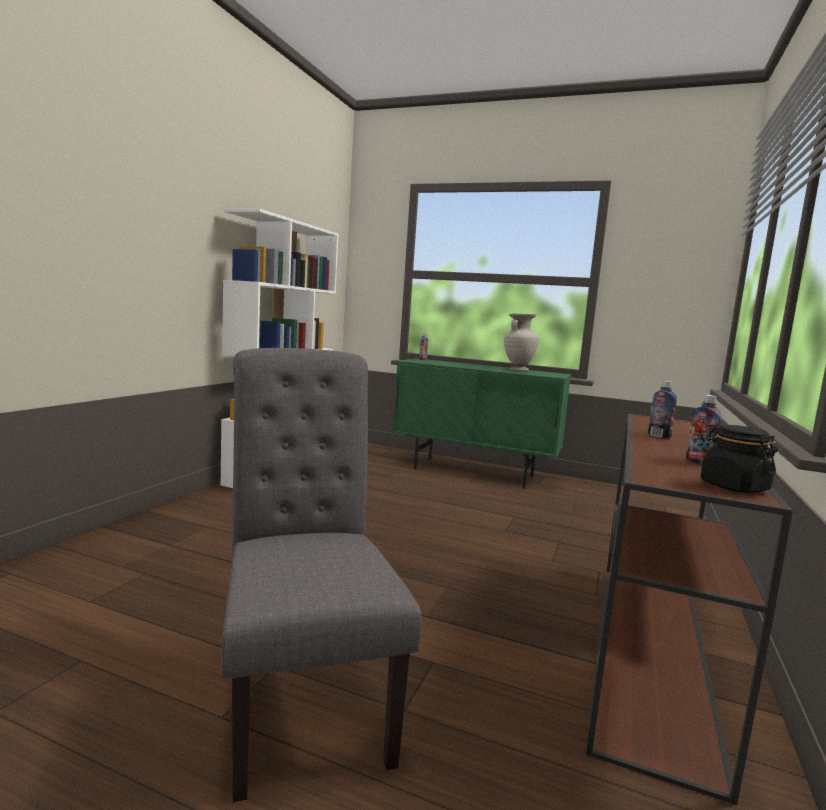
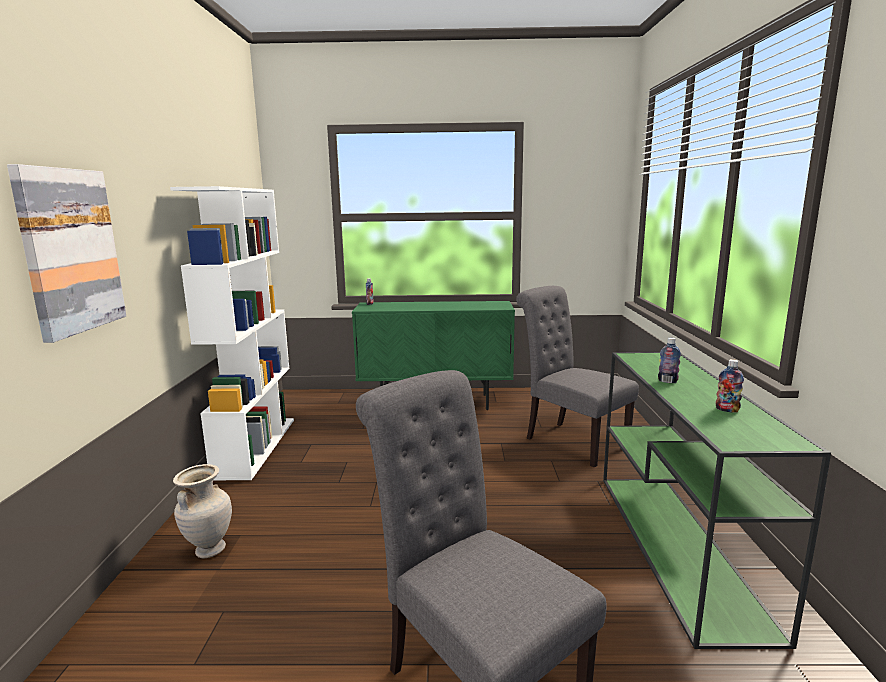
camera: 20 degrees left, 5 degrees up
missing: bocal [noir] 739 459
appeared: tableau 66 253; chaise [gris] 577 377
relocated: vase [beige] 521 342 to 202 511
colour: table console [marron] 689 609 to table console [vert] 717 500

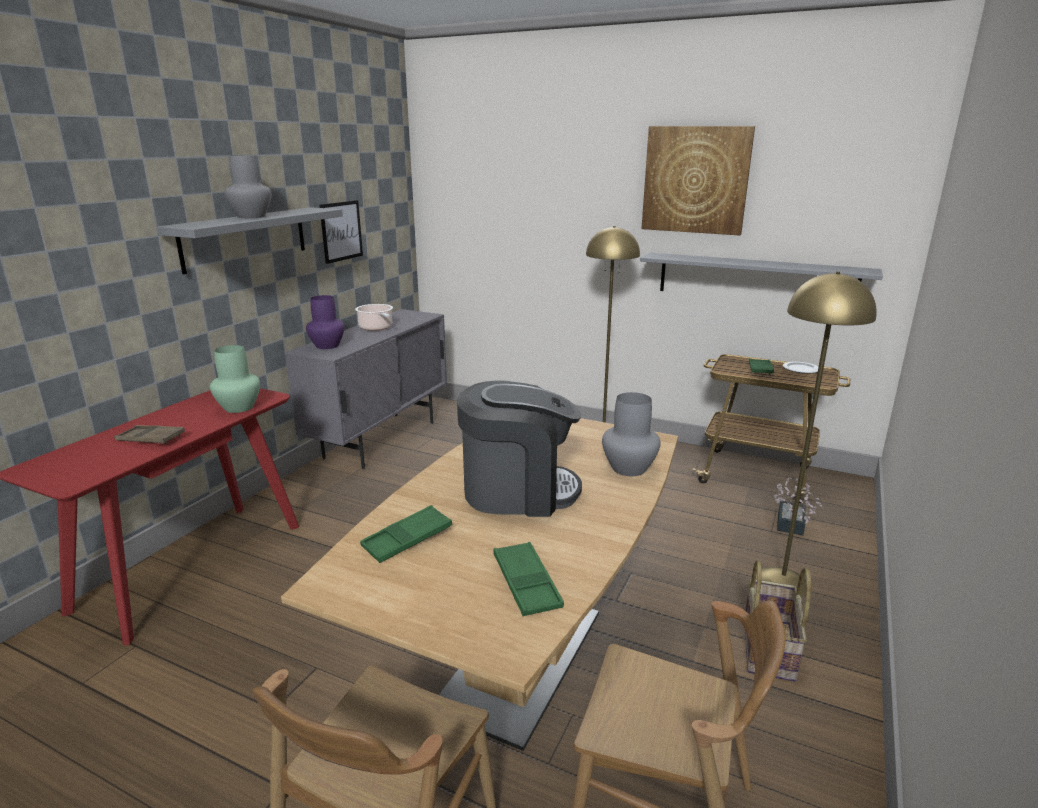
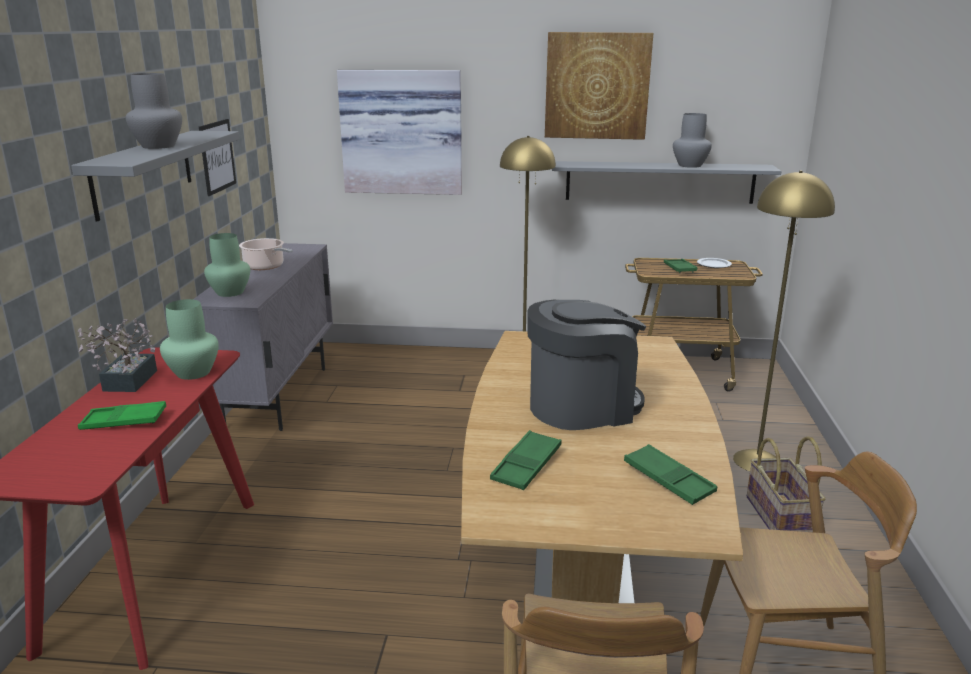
camera: 20 degrees left, 0 degrees up
appeared: tableau 399 132
relocated: vase [gris] 631 434 to 692 140; plante en pot 798 507 to 117 355
colour: plateau [marron] 149 434 to plateau [vert] 122 415; vase [violet] 325 322 to vase [vert] 227 265

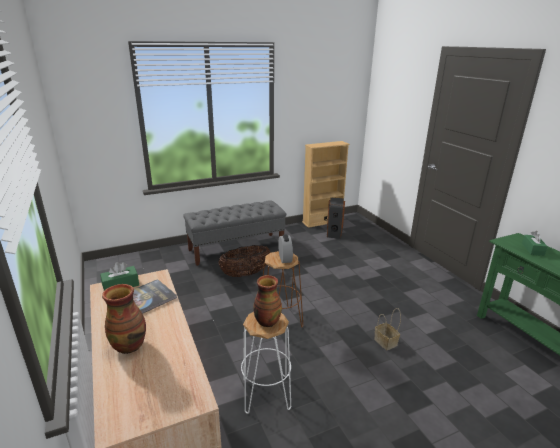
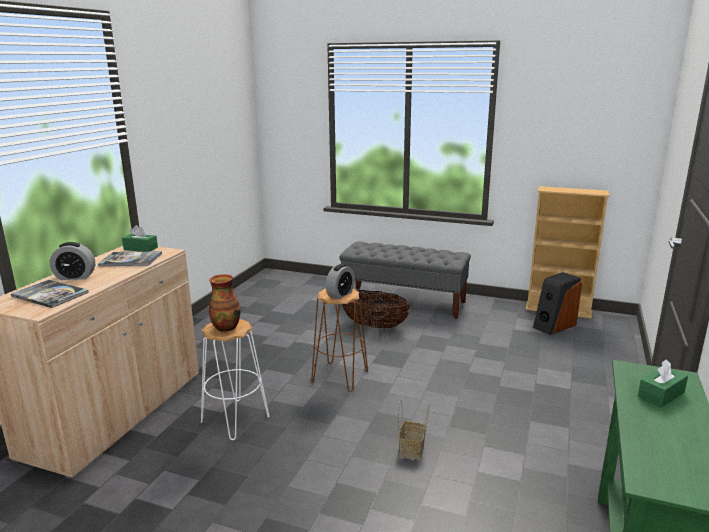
camera: 45 degrees right, 5 degrees down
appeared: livre 50 294
exchanged: vase 124 319 to réveil 72 261

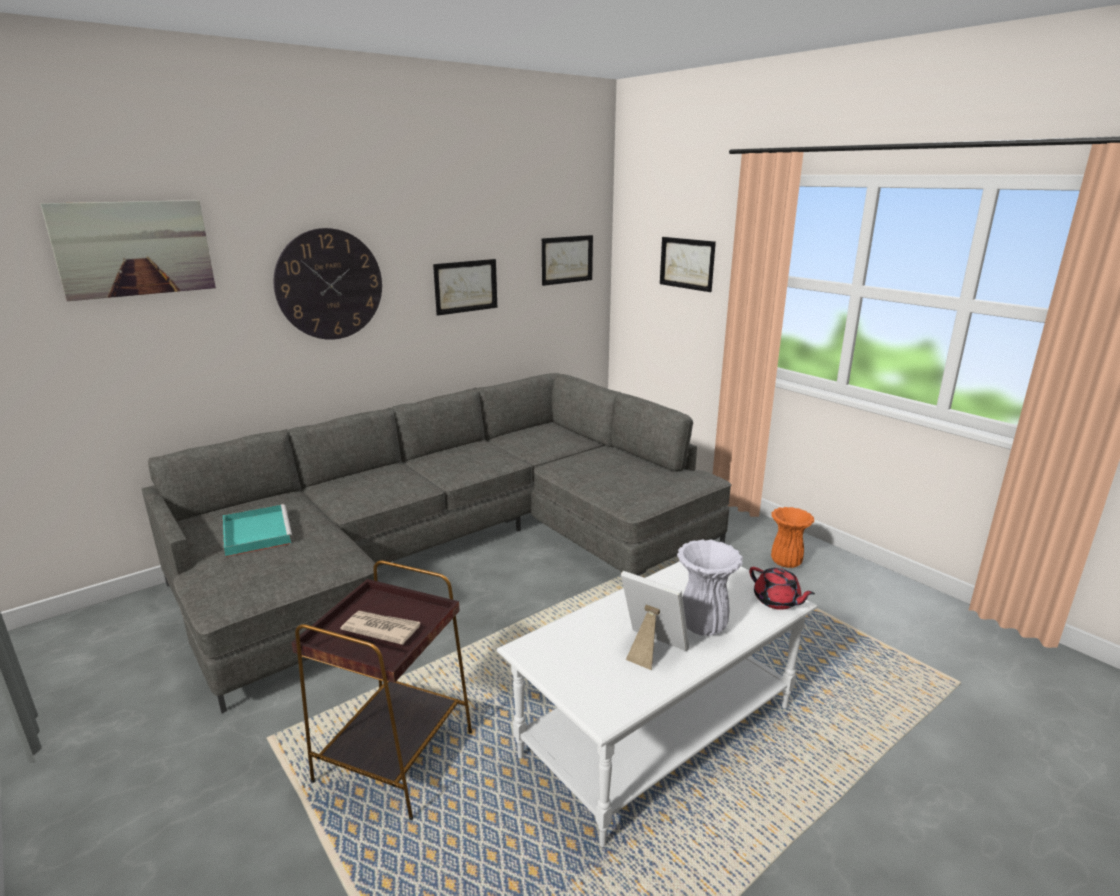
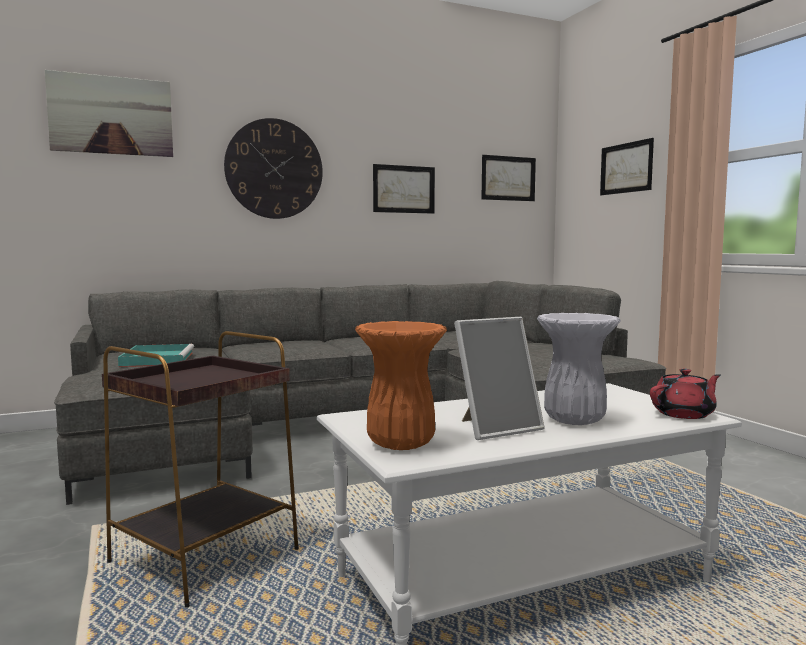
camera: 15 degrees right, 15 degrees down
missing: journal 380 628
relocated: vase [orange] 792 537 to 401 385
spun: cadre photo 655 620 = 499 378 105 degrees clockwise; théière [rouge] 782 588 = 685 394 90 degrees counterclockwise

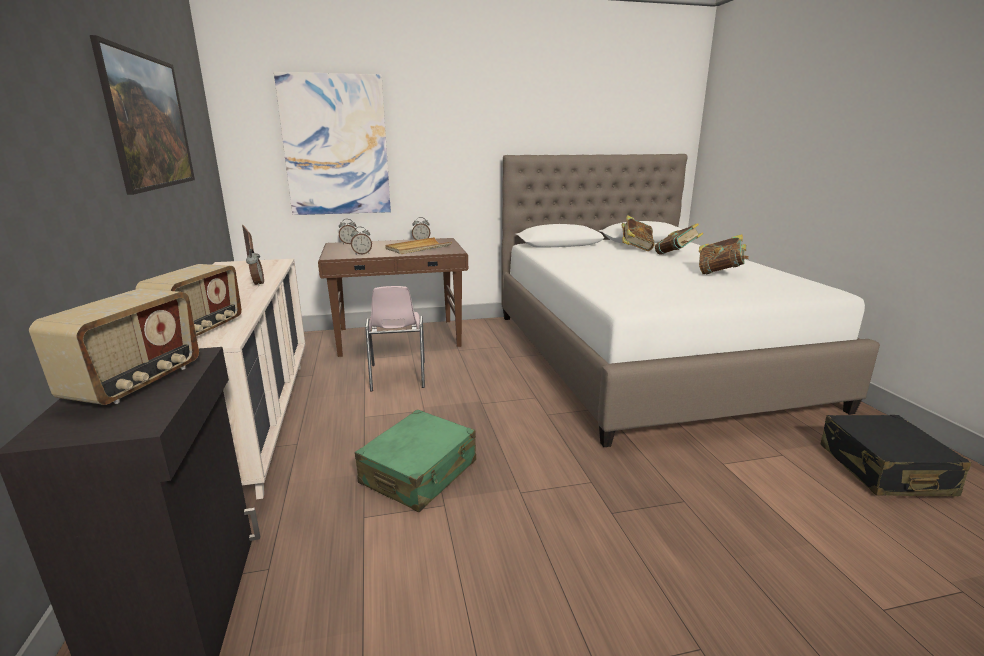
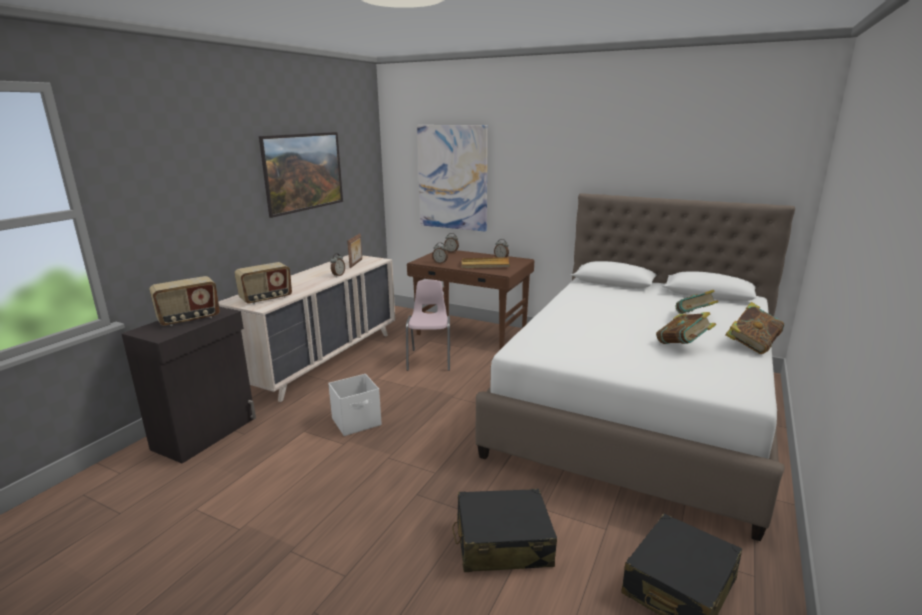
camera: 40 degrees right, 0 degrees up
appeared: valise [noir] 504 530
relocated: livre 637 233 to 754 328
exchanged: valise [vert] 415 461 to boîte de rangement [blanc] 355 405
spun: chaise [rose] 395 339 = 428 325 150 degrees clockwise

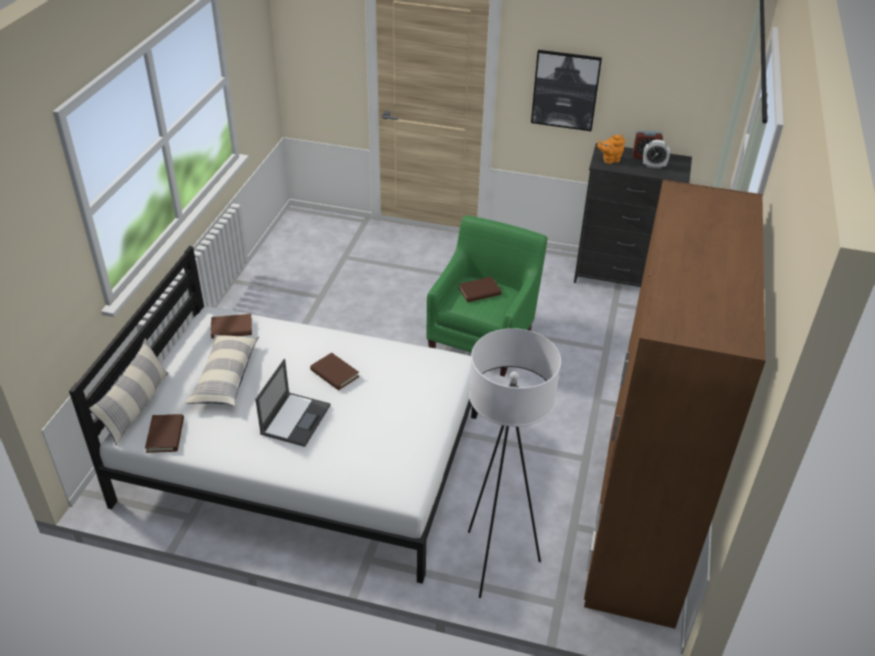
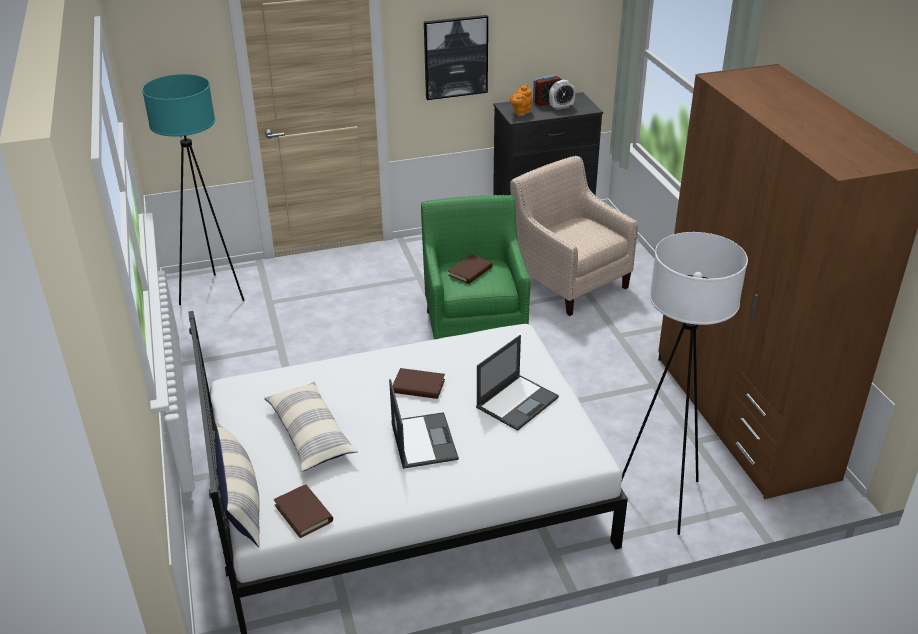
camera: 30 degrees left, 5 degrees down
missing: livre [marron] 231 326
appeared: lampadaire [turquoise] 193 189; ordinateur portable 517 383; fauteuil [beige] 574 236

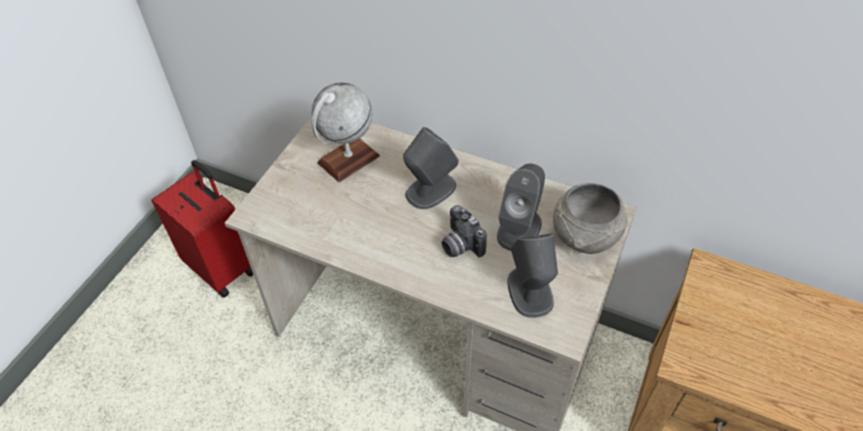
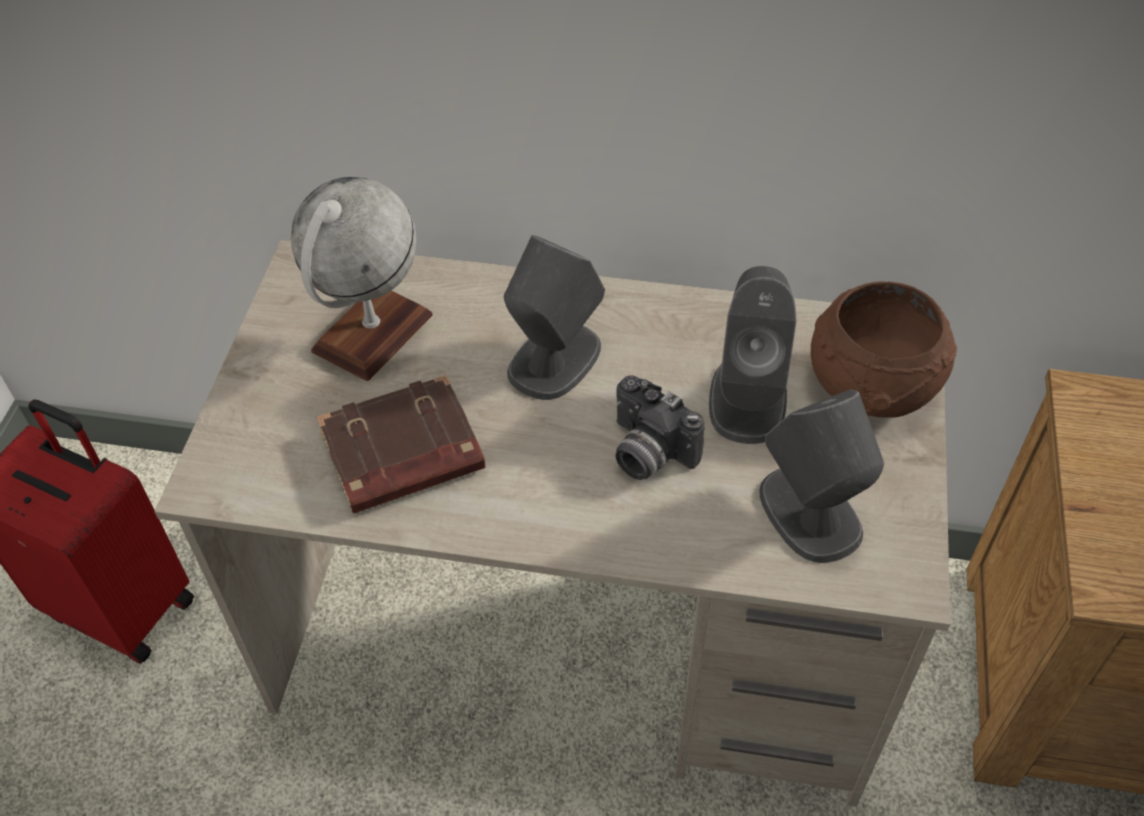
camera: 15 degrees left, 0 degrees up
appeared: livre [marron] 401 444
colour: bol [gris] 590 218 to bol [marron] 884 349

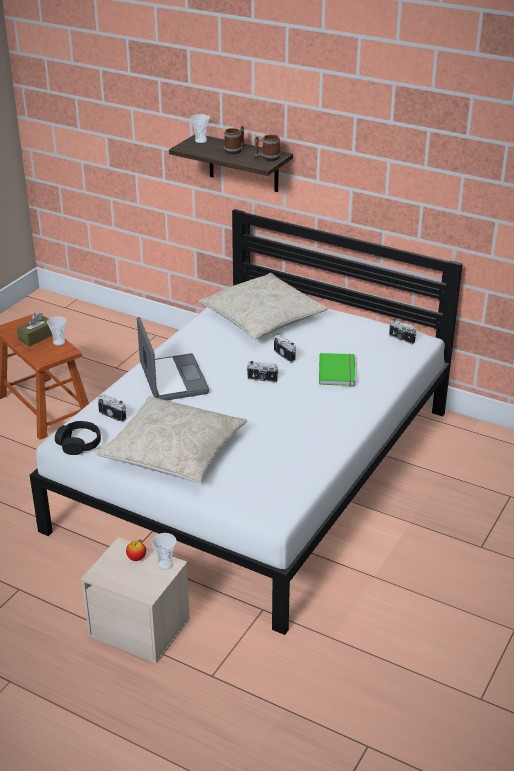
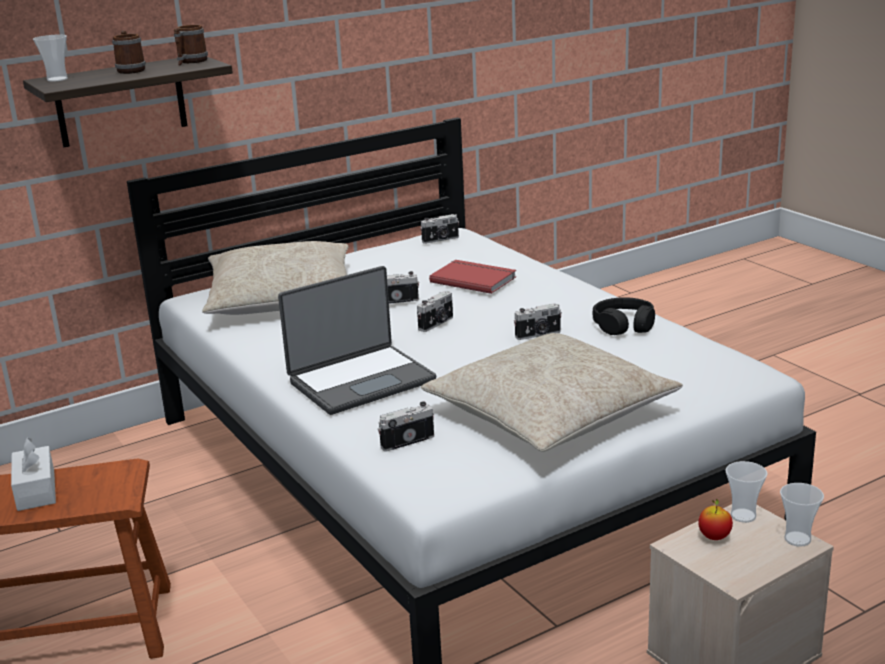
camera: 60 degrees left, 10 degrees down
appeared: appareil photo 538 321
relocated: tasse 57 330 to 802 515; casque audio [noir] 78 438 to 623 316
colour: boîte à mouchoirs [marron] 34 329 to boîte à mouchoirs [blanc] 33 474; livre [vert] 337 369 to livre [rouge] 472 277
spun: ordinateur portable 173 358 = 357 340 135 degrees clockwise

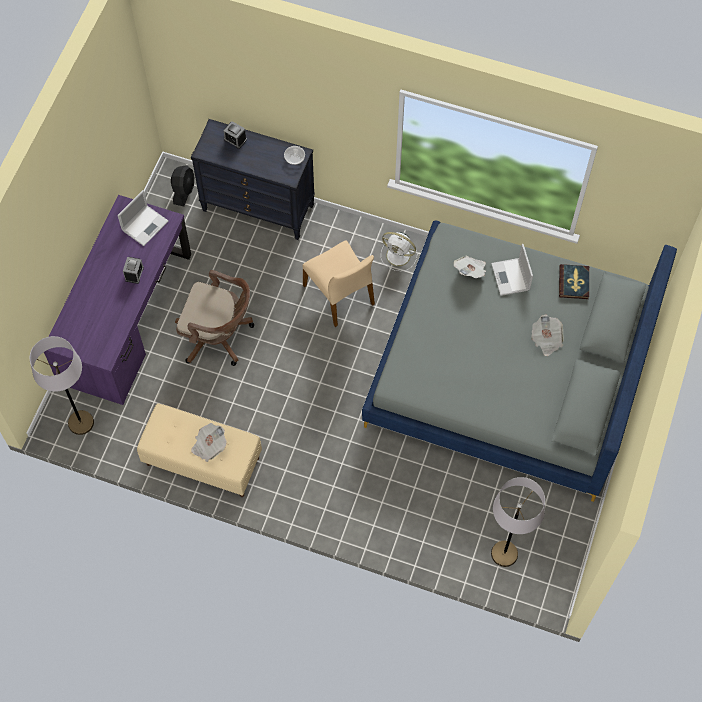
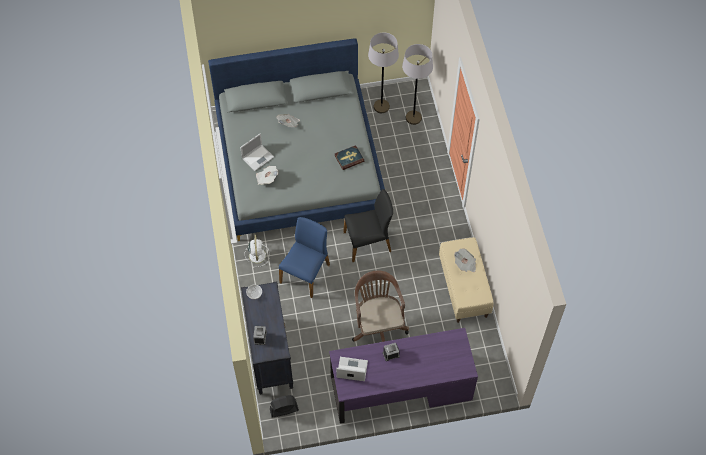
camera: 120 degrees left, 5 degrees down
appeared: chaise [noir] 368 225
relocated: lampadaire [gris] 62 385 to 383 72; livre 574 281 to 349 157
colour: chaise [beige] 339 283 to chaise [bleu] 304 257

